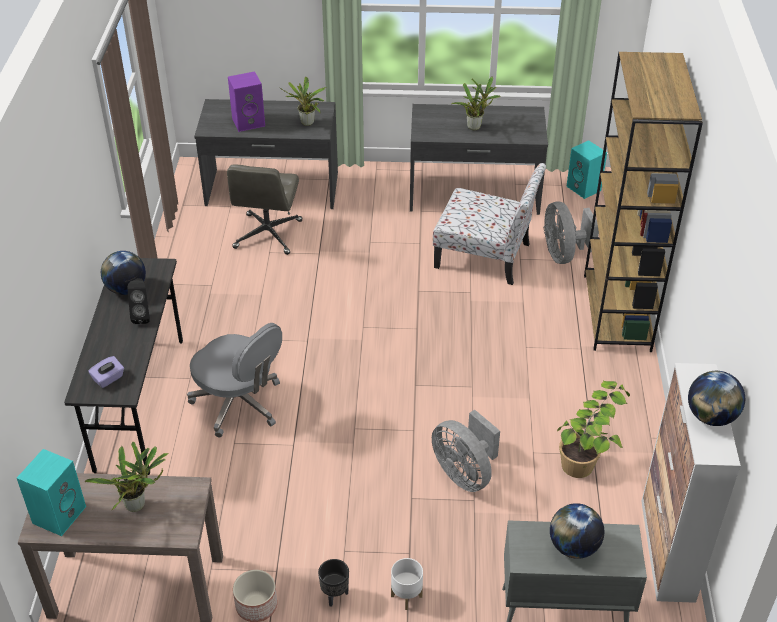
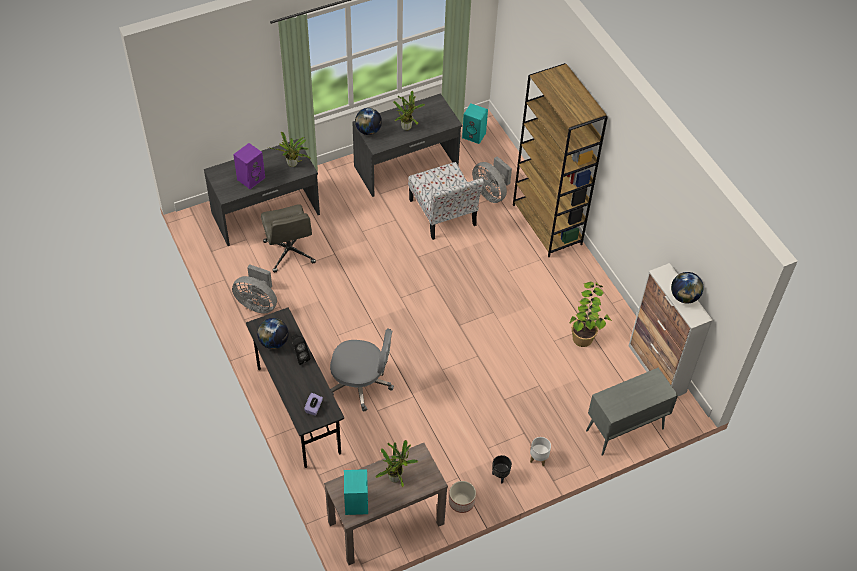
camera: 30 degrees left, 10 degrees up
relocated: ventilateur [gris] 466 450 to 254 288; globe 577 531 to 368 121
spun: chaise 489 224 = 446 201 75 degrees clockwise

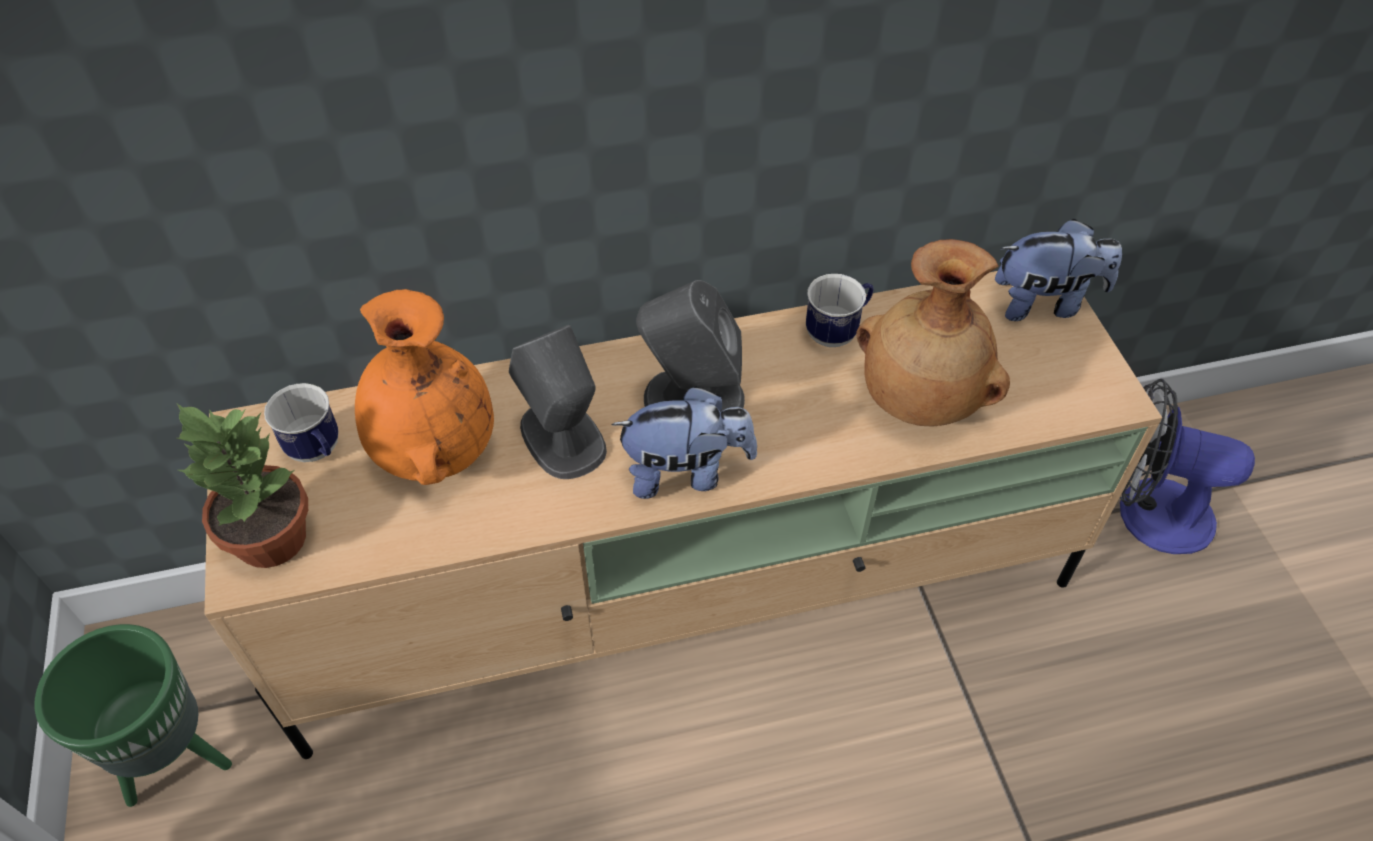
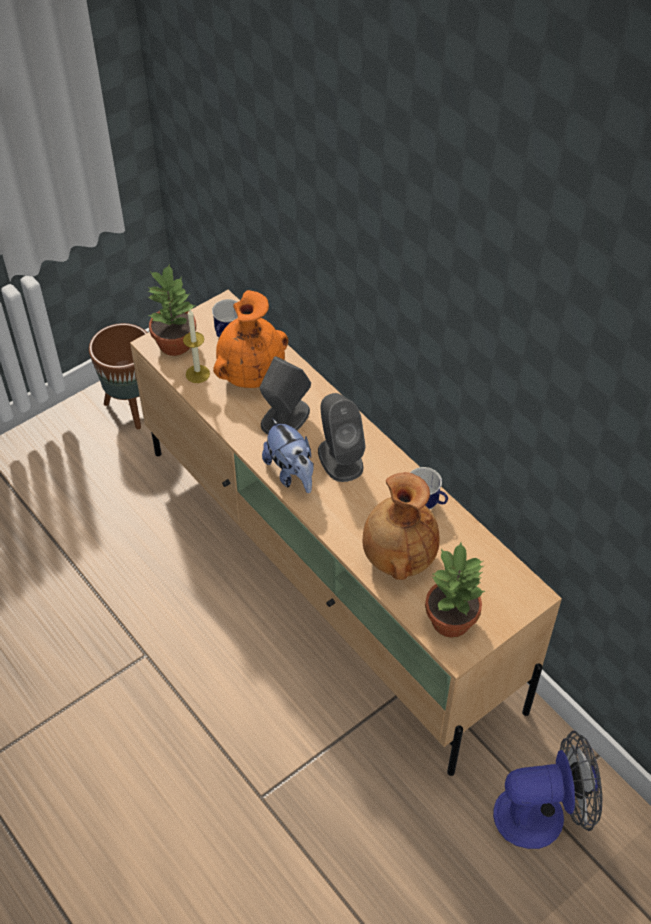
camera: 65 degrees right, 0 degrees up
missing: peluche 1058 269
appeared: bougie 196 346; plante en pot 455 590
colour: cache-pot [vert] 133 715 to cache-pot [marron] 118 376
spun: ventilateur 1187 466 = 547 790 90 degrees clockwise

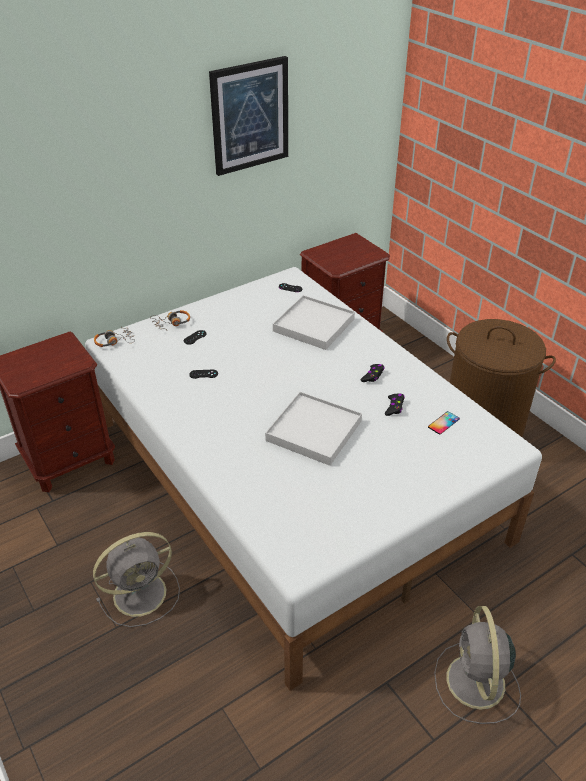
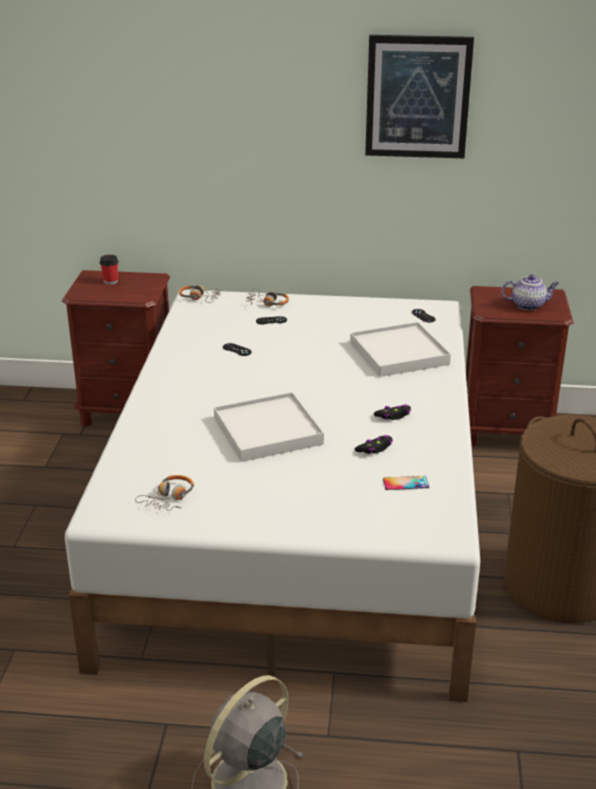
camera: 40 degrees right, 10 degrees down
missing: ventilateur [gris] 136 579
appeared: tasse 109 270; casque audio 164 493; théière 530 292

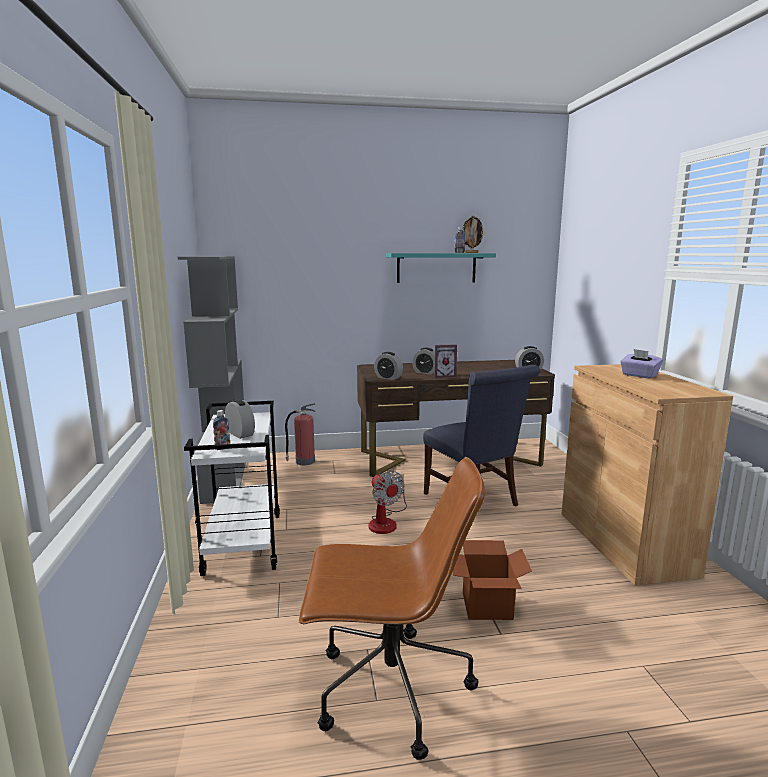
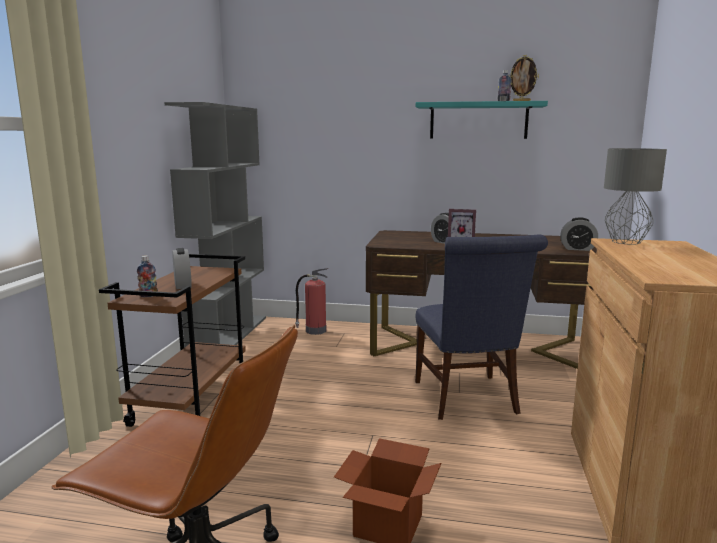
camera: 20 degrees right, 0 degrees up
missing: ventilateur 388 502; réveil 388 366; boîte à mouchoirs [violet] 641 363
appeared: lampe de table [gris] 635 196
colour: chariot [blanc] 232 488 to chariot [marron] 172 340

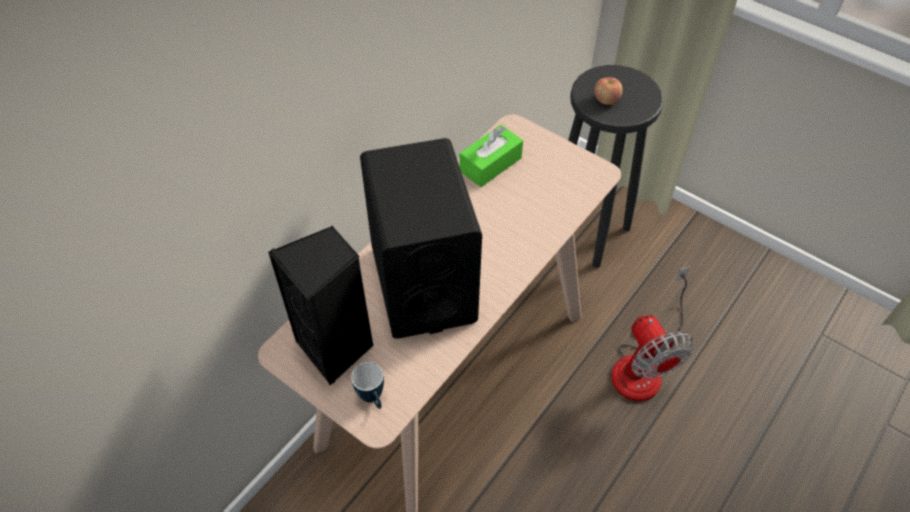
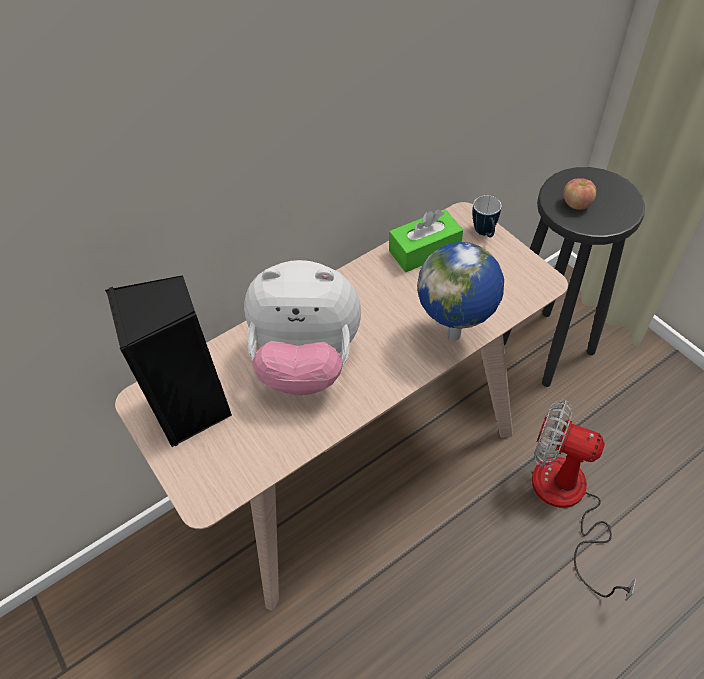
camera: 20 degrees right, 0 degrees up
appeared: globe 460 291
relocated: mug 367 385 to 487 216
exchanged: enceinte [noir] 421 238 to peluche 302 327
spun: ventilateur 652 333 = 584 500 120 degrees clockwise

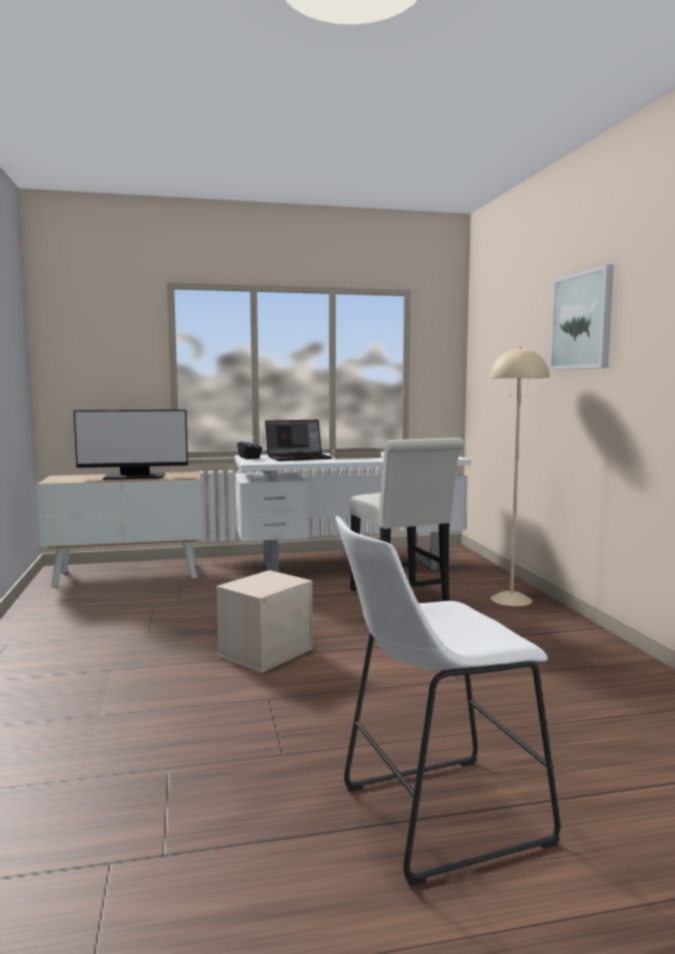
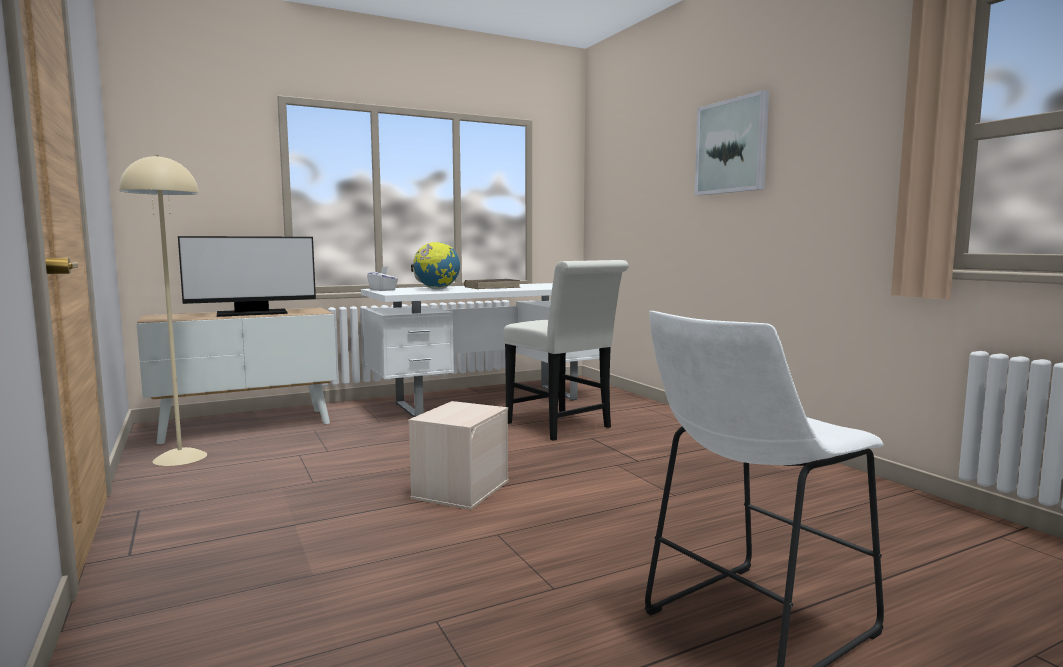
camera: 15 degrees left, 0 degrees up
relocated: lampadaire [beige] 520 476 to 163 310
exchanged: ordinateur portable 299 440 to globe 435 266
colour: boîte à mouchoirs [noir] 249 447 to boîte à mouchoirs [blanc] 382 279

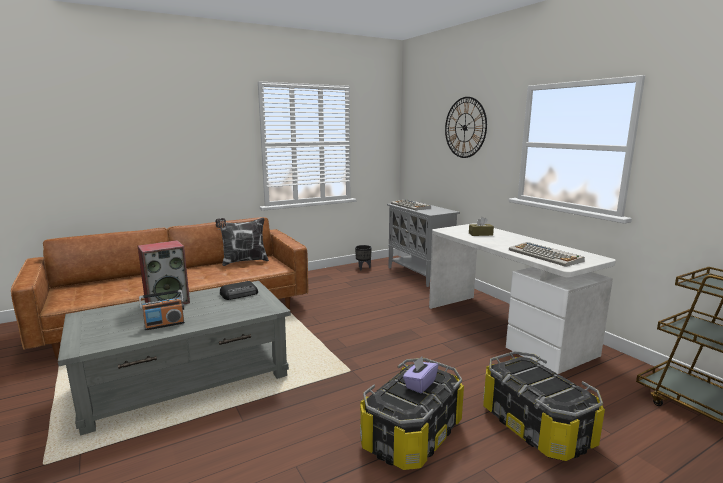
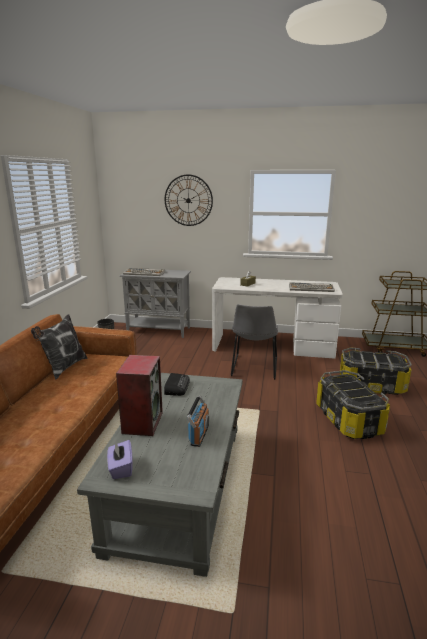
camera: 50 degrees left, 5 degrees up
appeared: chaise [gris] 254 342
relocated: boîte à mouchoirs [violet] 420 374 to 120 459

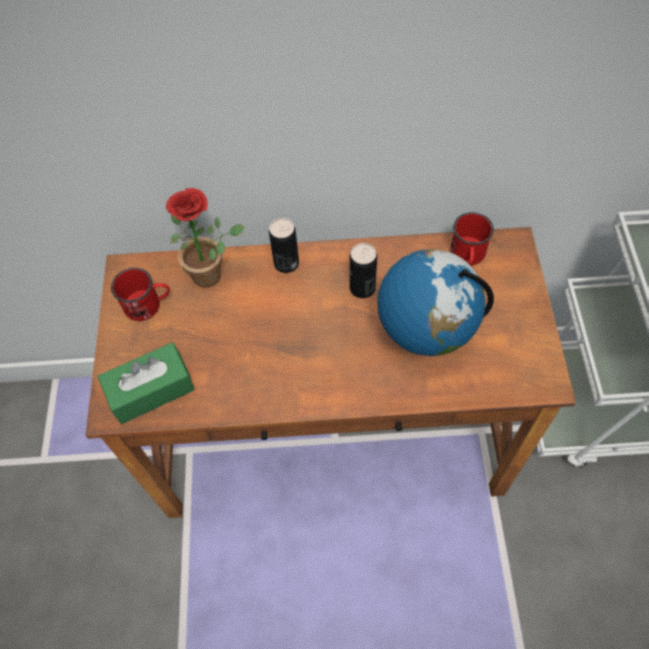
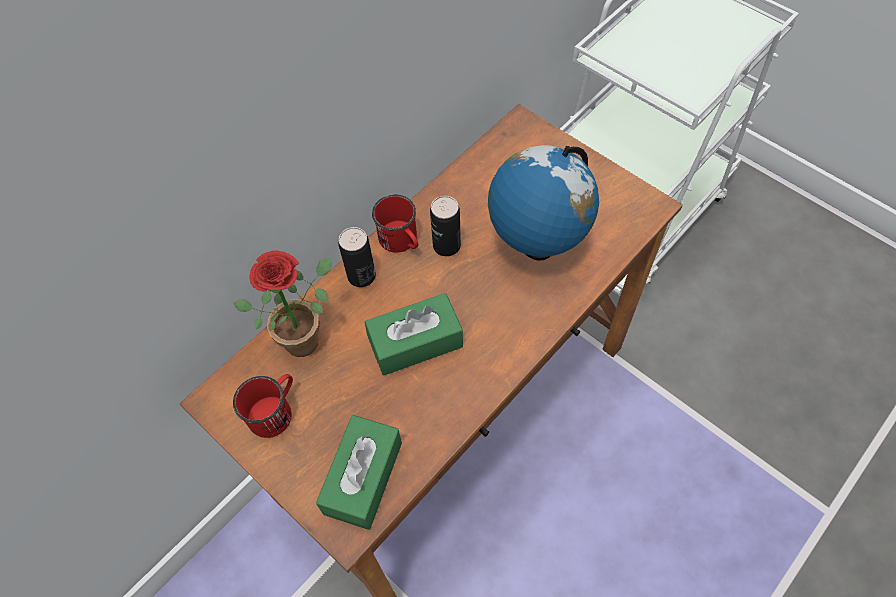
camera: 45 degrees left, 0 degrees up
appeared: boîte à mouchoirs [vert] 414 334
relocated: mug [rouge] 472 239 to 395 224

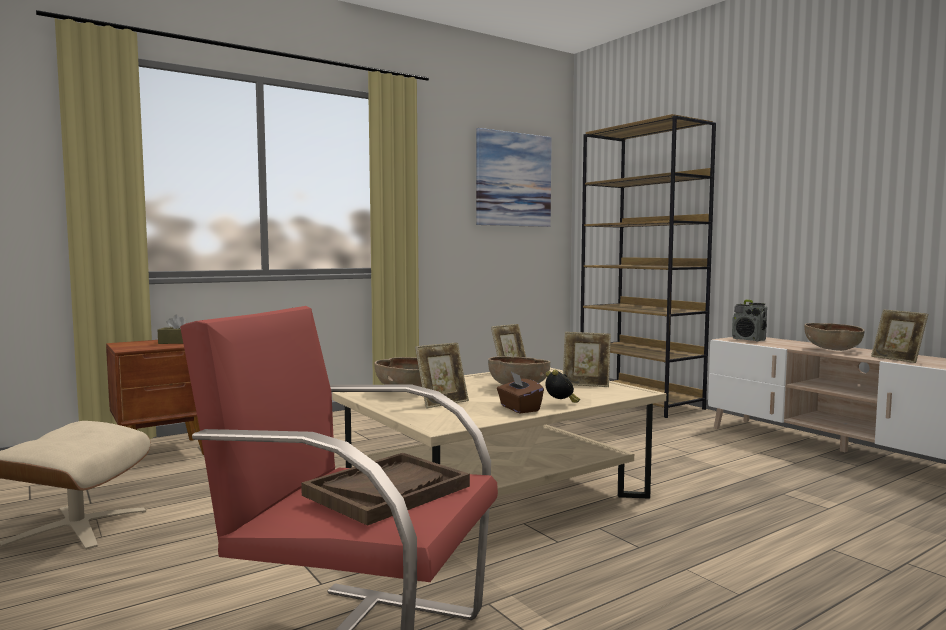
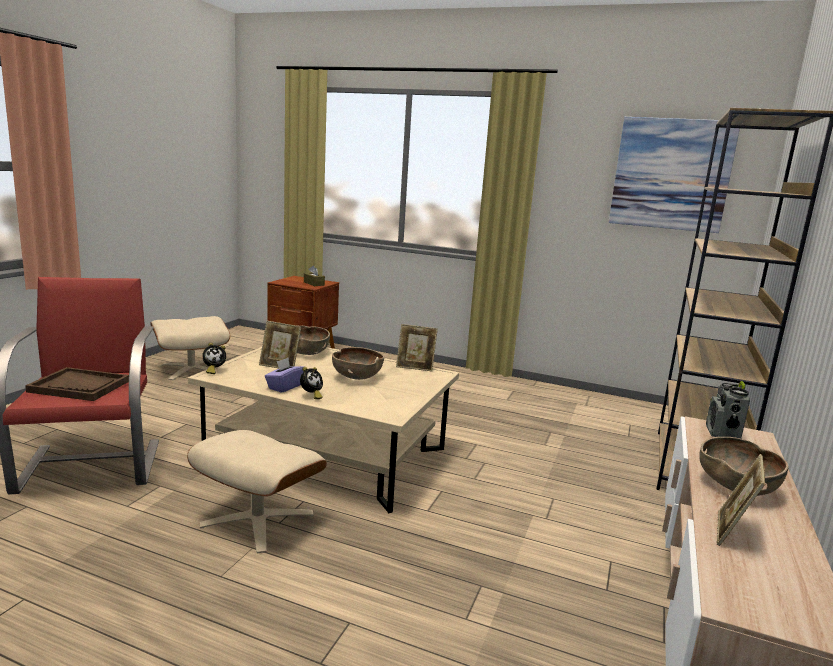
camera: 55 degrees right, 10 degrees up
missing: cadre photo 587 359
appeared: pouf [beige] 257 491; réveil 214 358
colour: boîte à mouchoirs [marron] 520 392 to boîte à mouchoirs [violet] 285 375

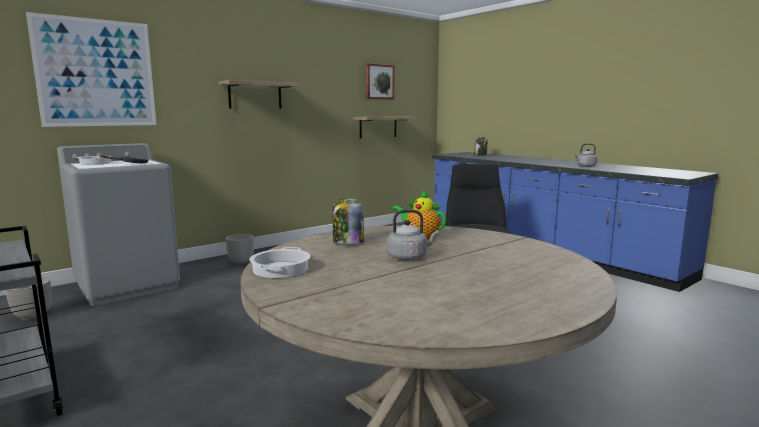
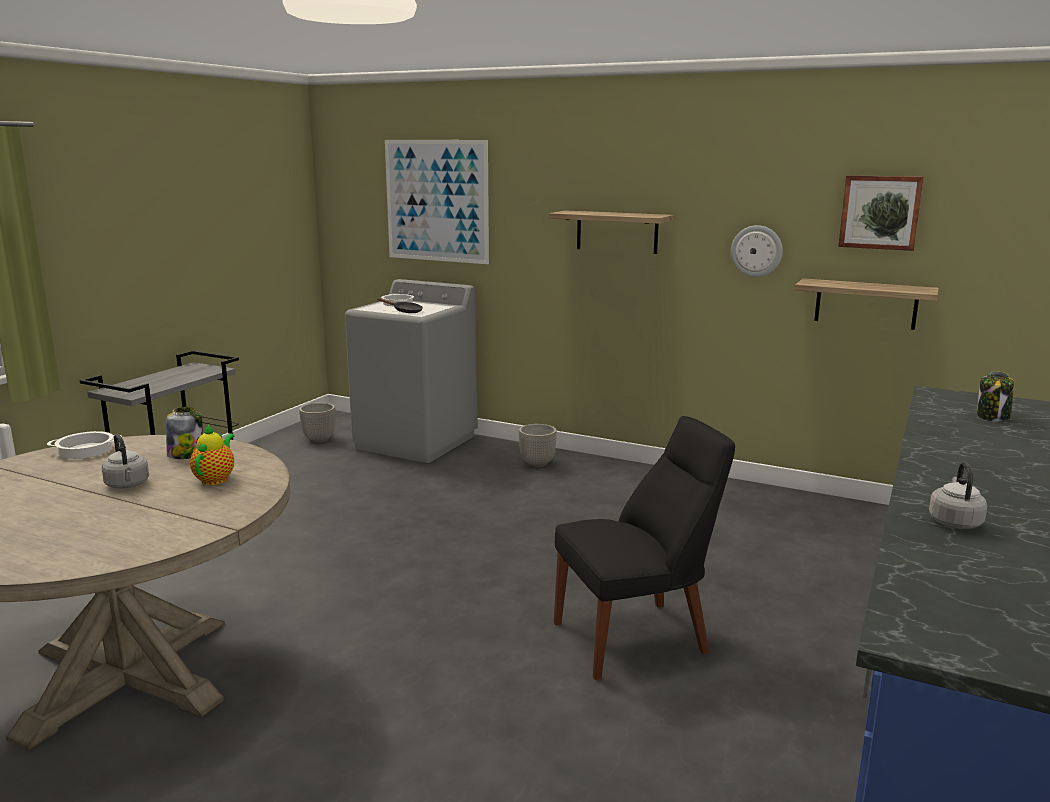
camera: 65 degrees right, 5 degrees up
appeared: horloge murale 757 251

